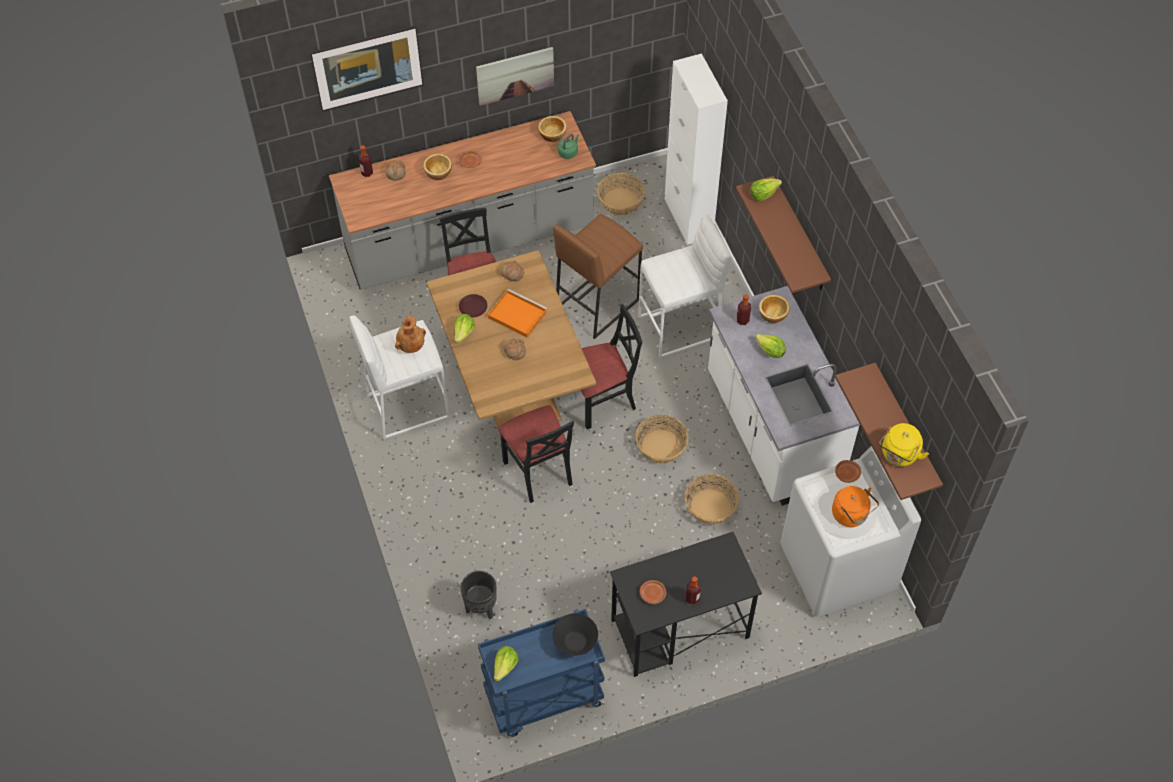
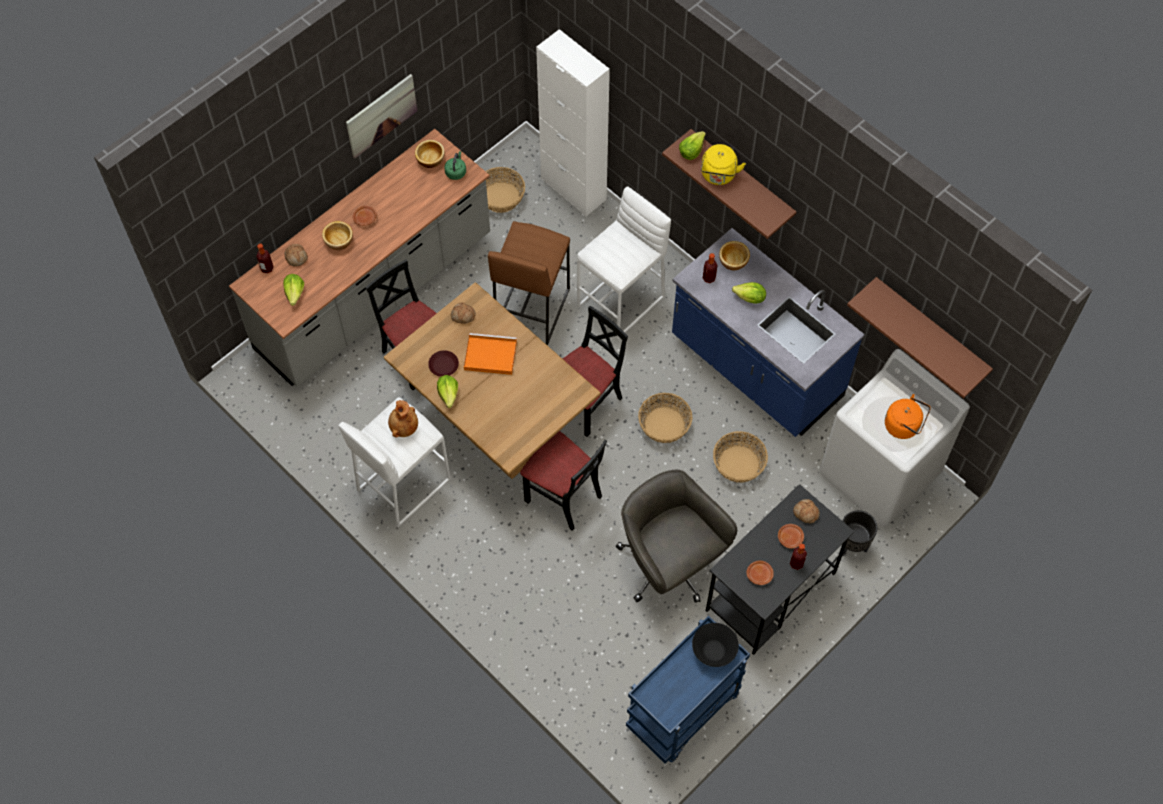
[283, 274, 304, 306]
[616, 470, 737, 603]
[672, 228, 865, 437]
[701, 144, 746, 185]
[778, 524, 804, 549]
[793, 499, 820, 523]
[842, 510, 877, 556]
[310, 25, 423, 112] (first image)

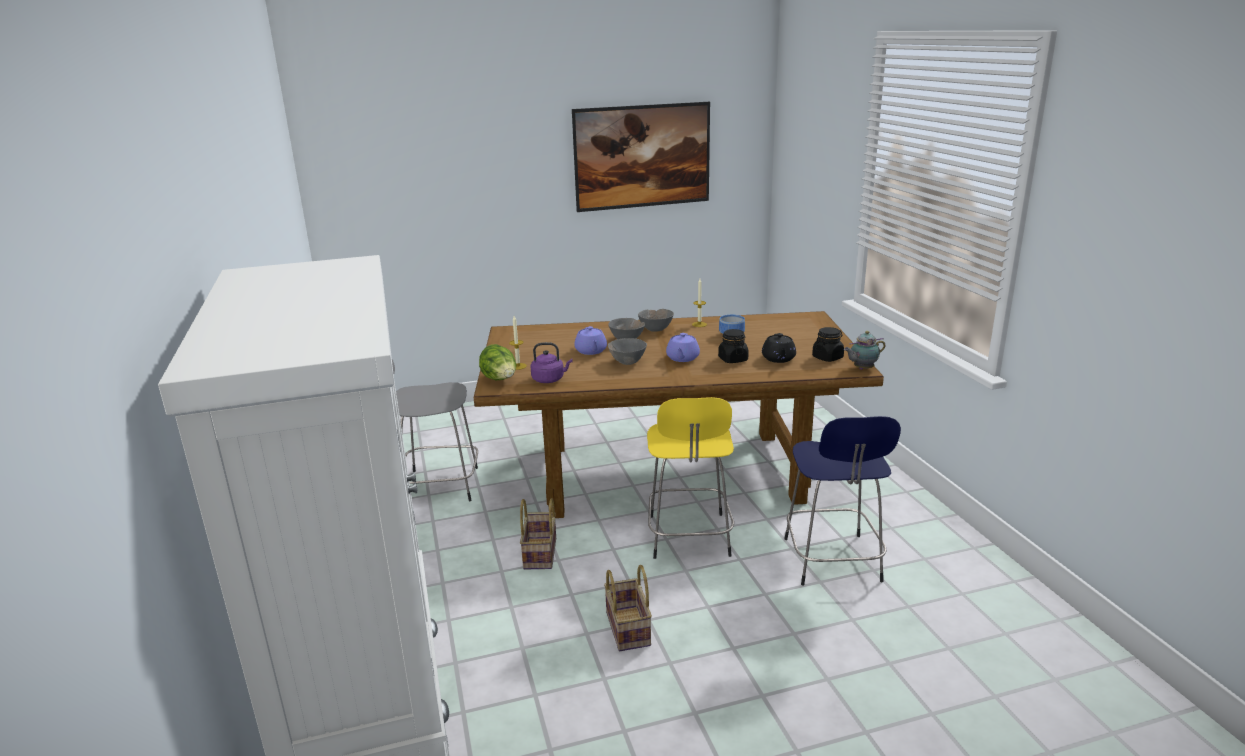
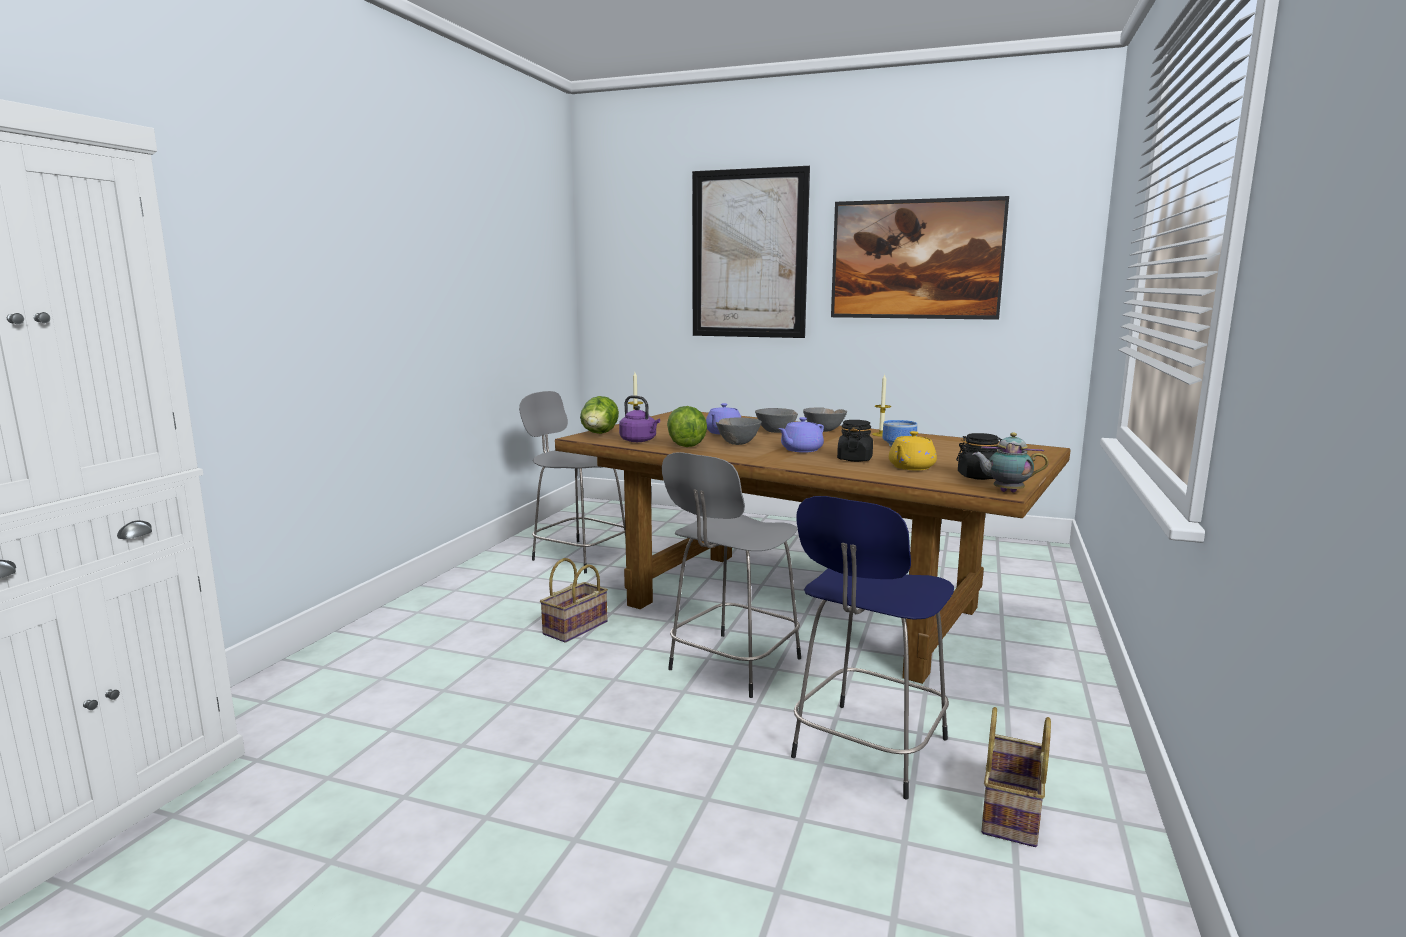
[662, 452, 801, 698]
[667, 406, 707, 447]
[692, 166, 810, 338]
[889, 431, 937, 470]
[981, 707, 1051, 847]

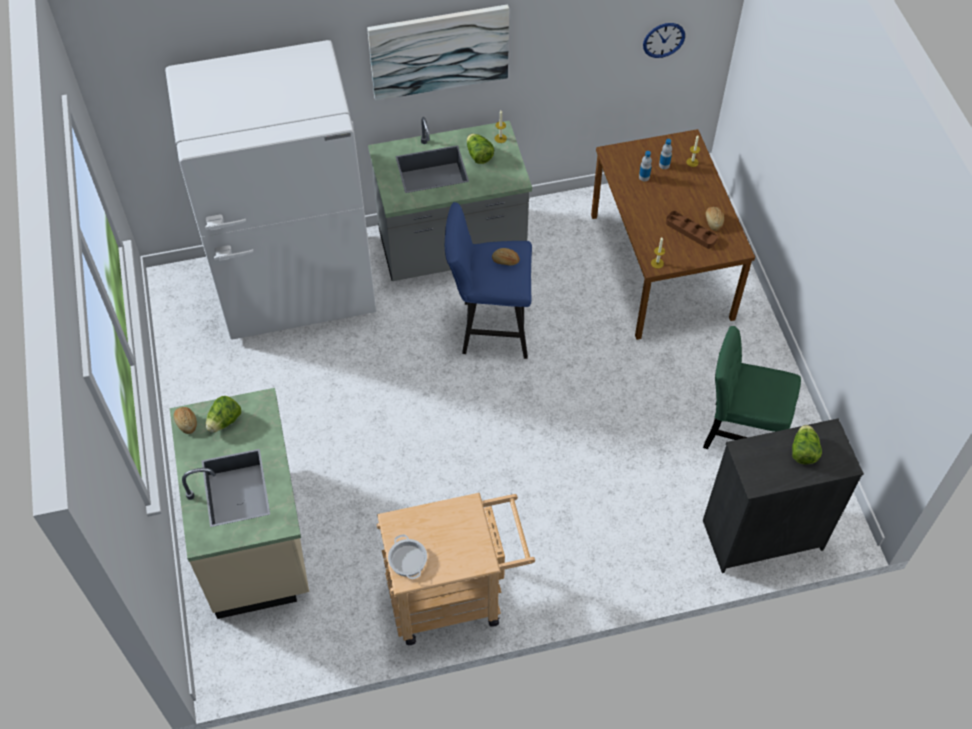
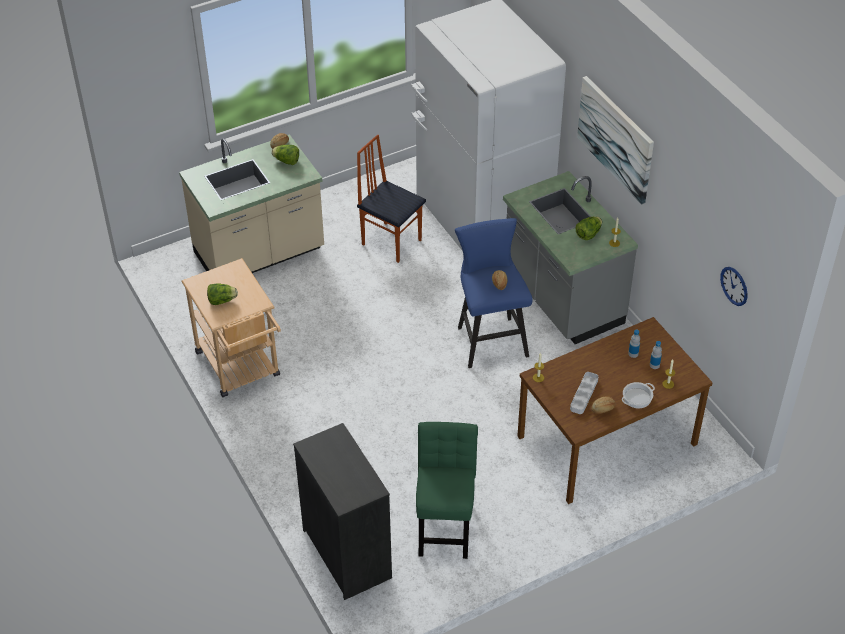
[207, 283, 238, 305]
[357, 135, 426, 263]
[570, 372, 598, 414]
[622, 382, 655, 408]

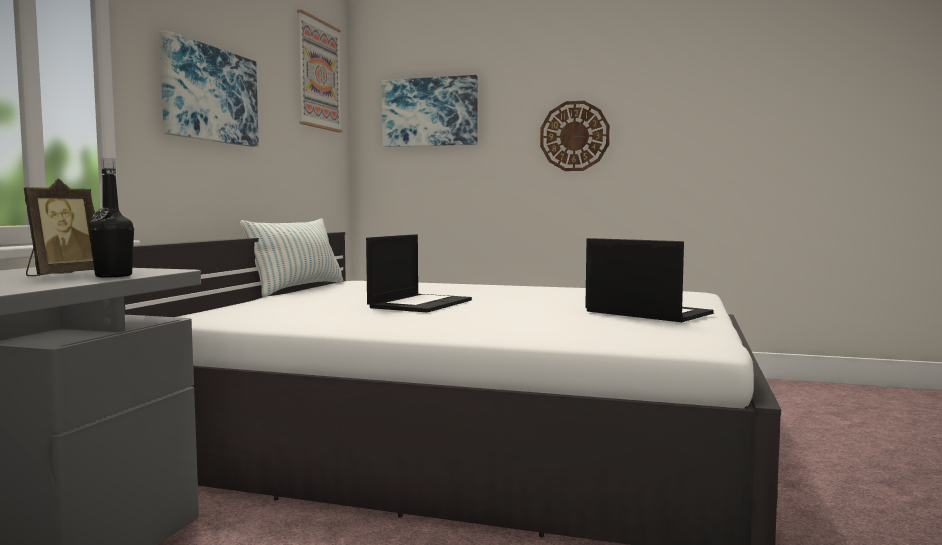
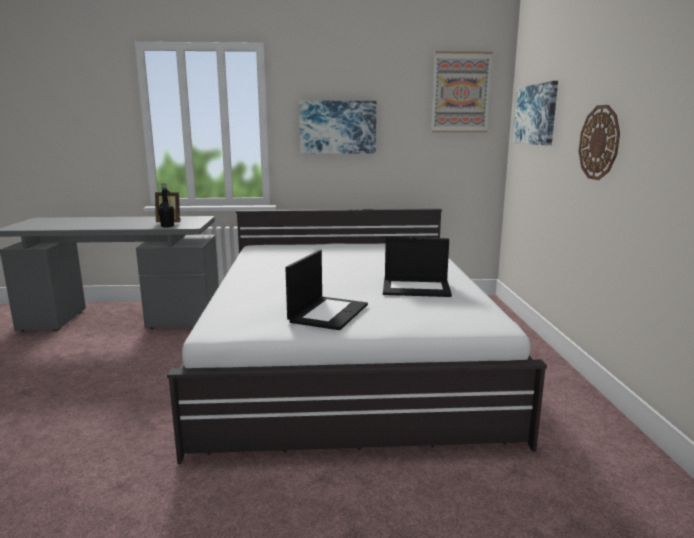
[383, 237, 452, 297]
[240, 218, 343, 297] (first image)

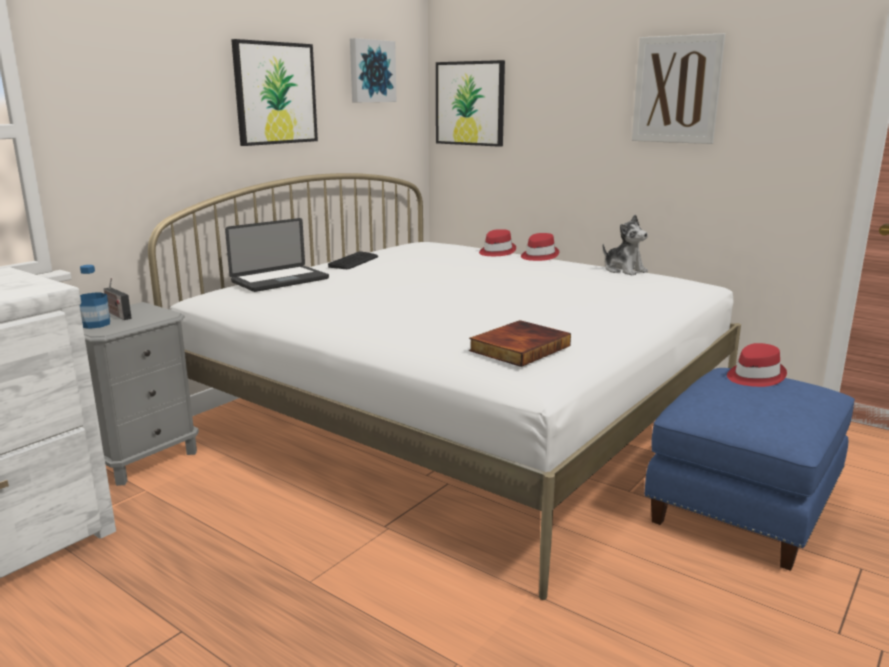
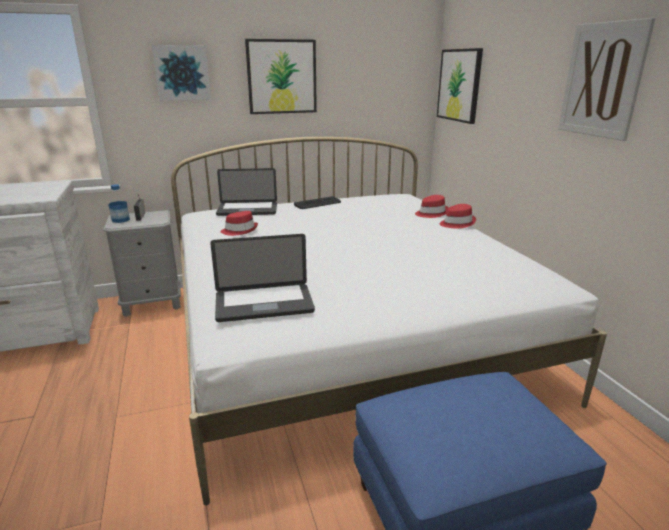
[152, 45, 211, 101]
[210, 234, 315, 322]
[220, 211, 258, 236]
[603, 214, 648, 276] (first image)

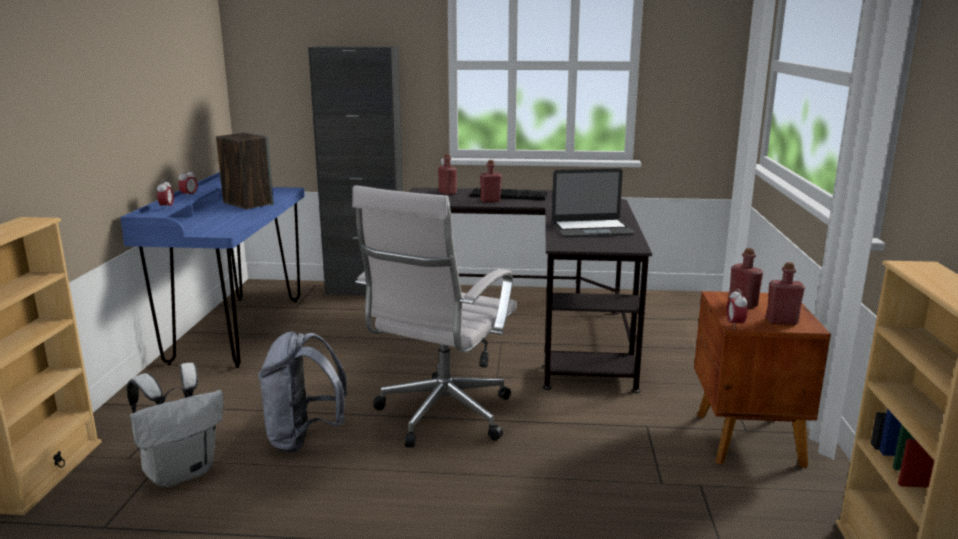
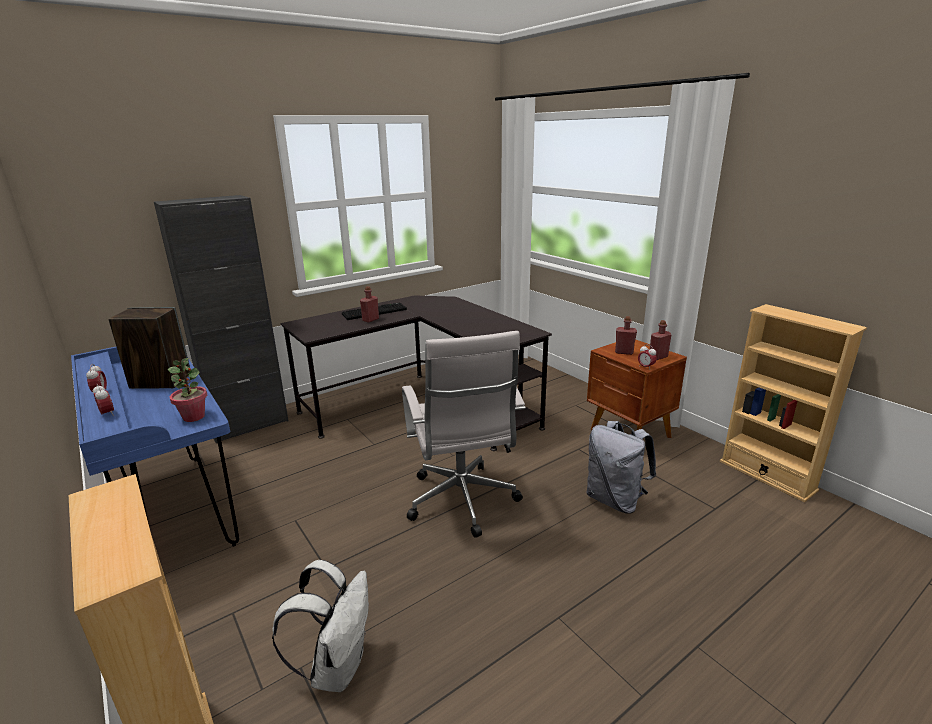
[168, 358, 207, 422]
[587, 421, 656, 514]
[438, 154, 457, 195] (first image)
[552, 168, 635, 237] (first image)

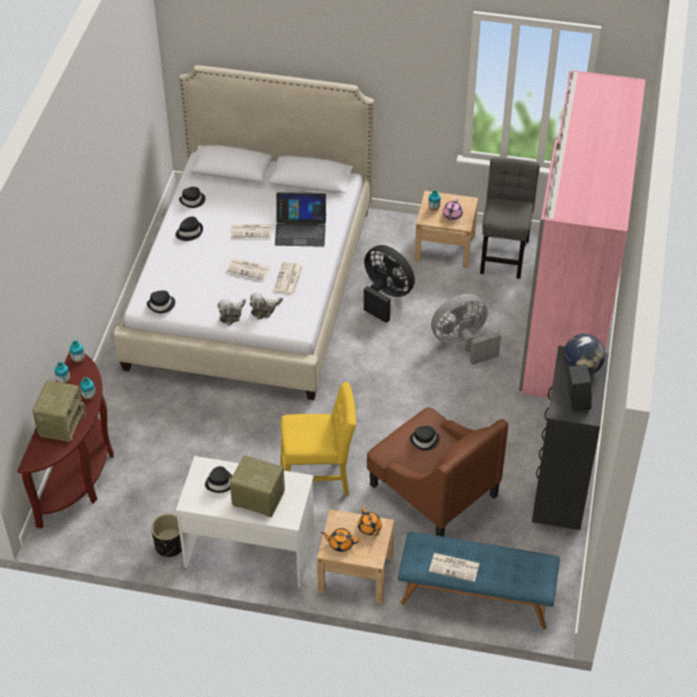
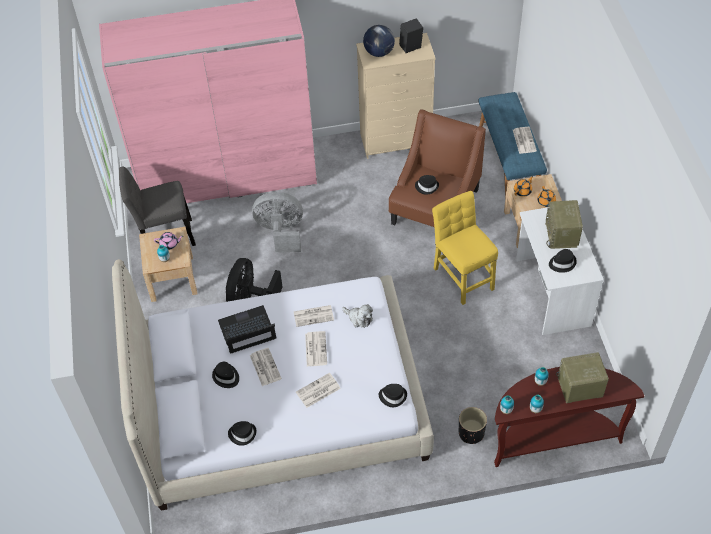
[212, 362, 239, 388]
[218, 305, 276, 354]
[252, 192, 303, 252]
[296, 373, 341, 408]
[356, 33, 436, 159]
[459, 407, 487, 444]
[217, 299, 246, 325] (first image)

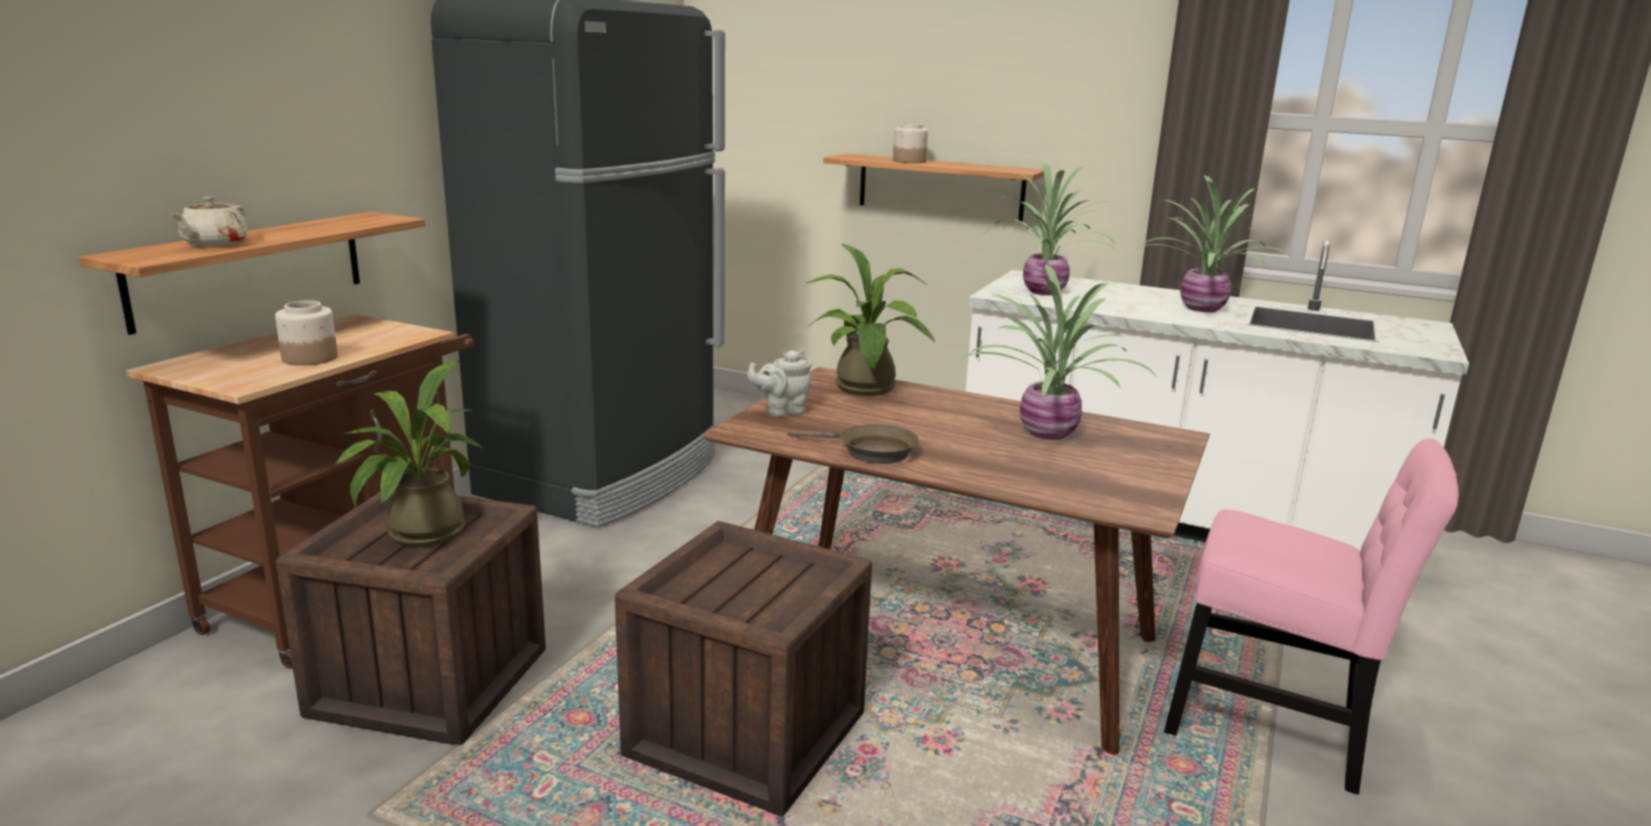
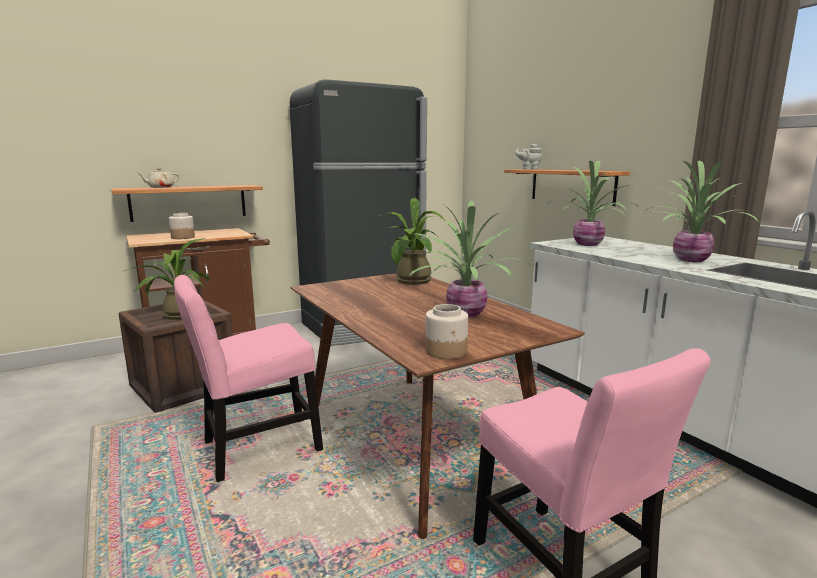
[174, 275, 323, 482]
[425, 304, 468, 359]
[515, 143, 542, 170]
[787, 424, 919, 464] (first image)

